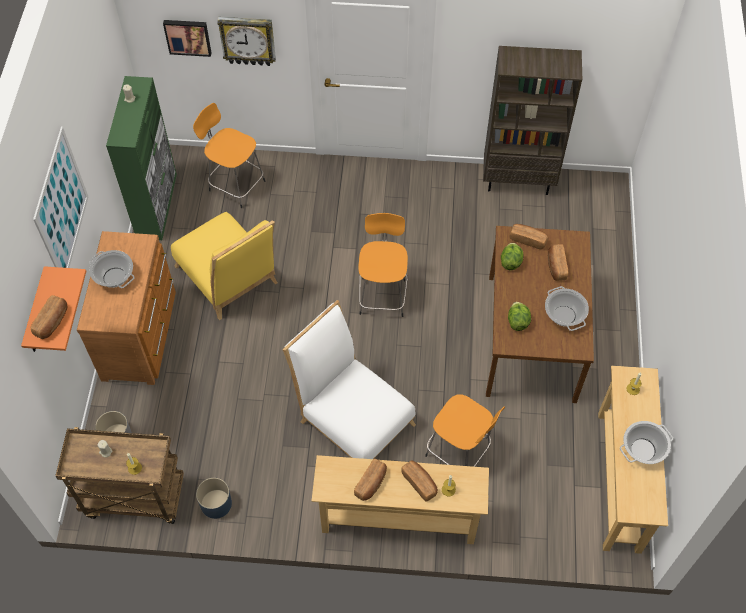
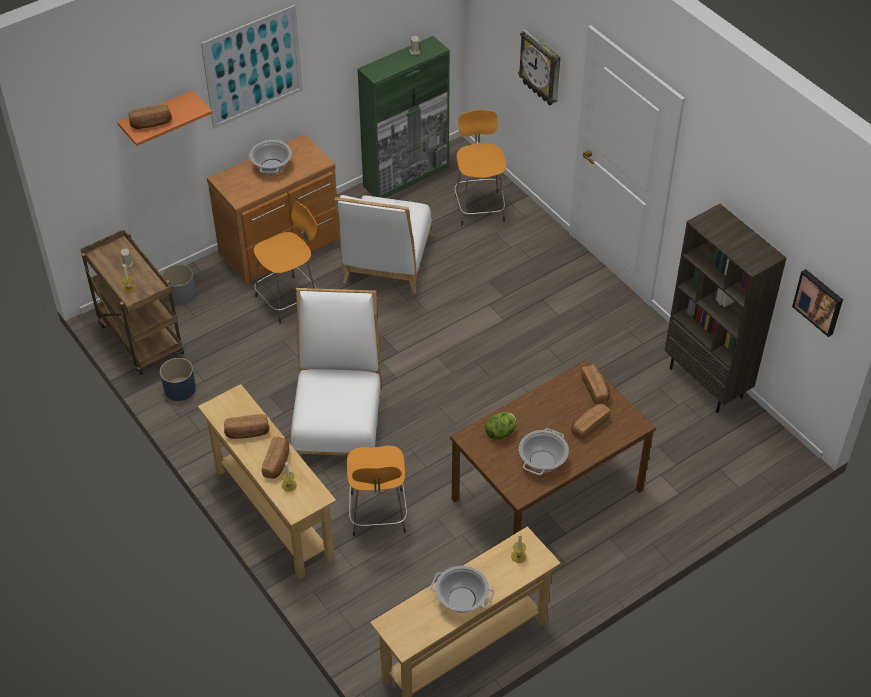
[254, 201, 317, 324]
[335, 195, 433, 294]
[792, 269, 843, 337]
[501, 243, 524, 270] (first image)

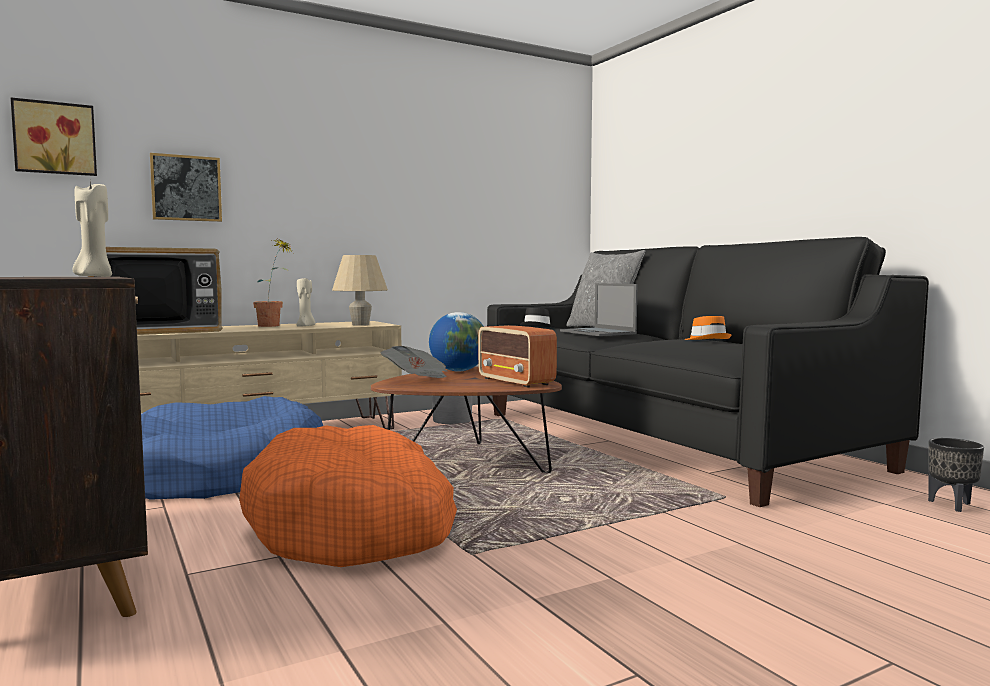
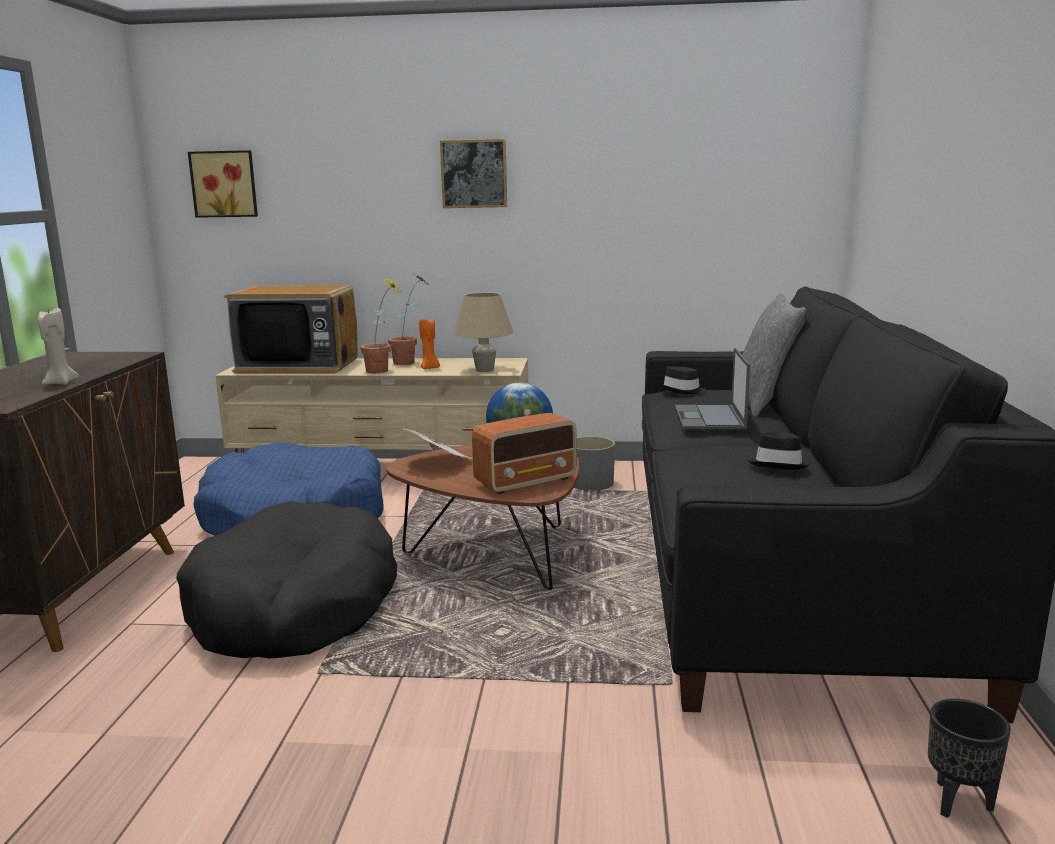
[176, 501, 397, 659]
[360, 278, 404, 373]
[419, 319, 440, 369]
[440, 139, 507, 208]
[472, 413, 577, 494]
[748, 432, 809, 470]

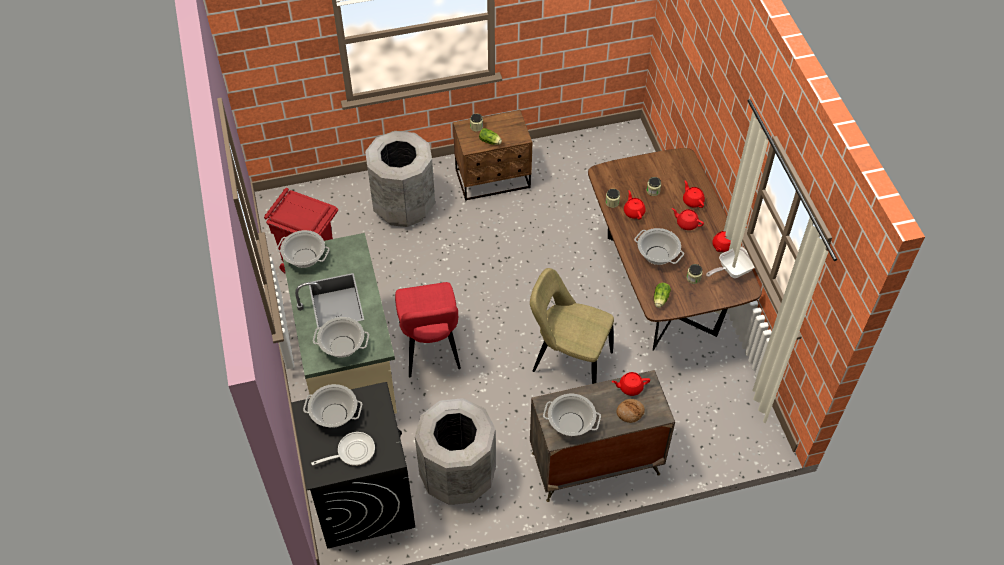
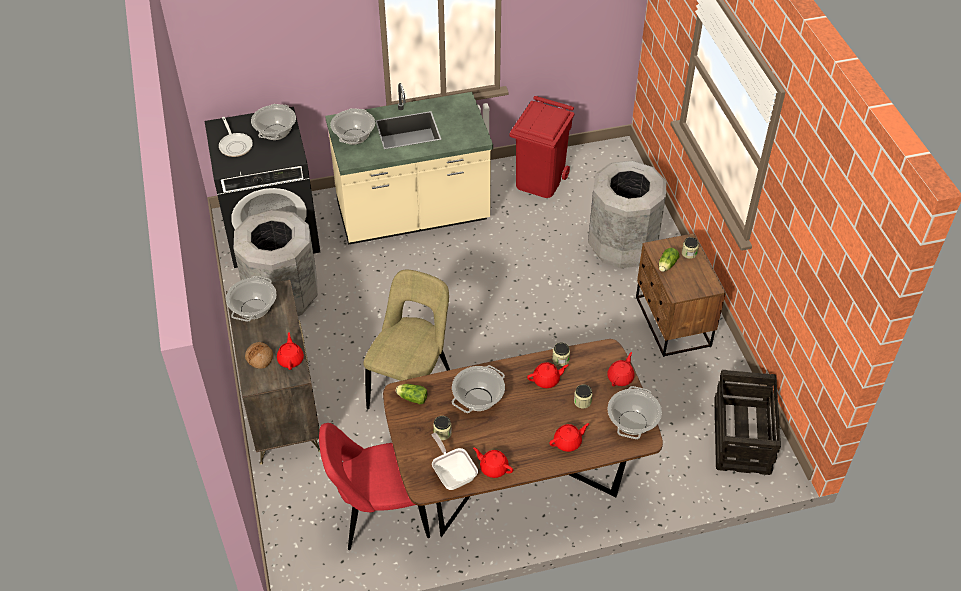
[319, 423, 430, 550]
[607, 352, 634, 386]
[607, 386, 662, 439]
[714, 370, 781, 475]

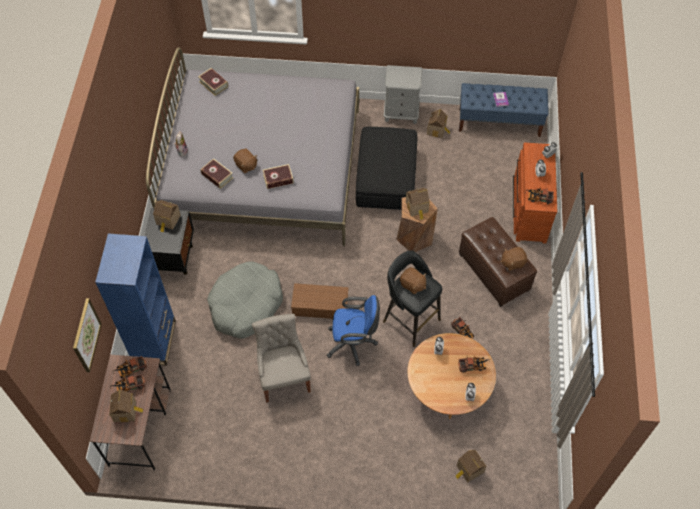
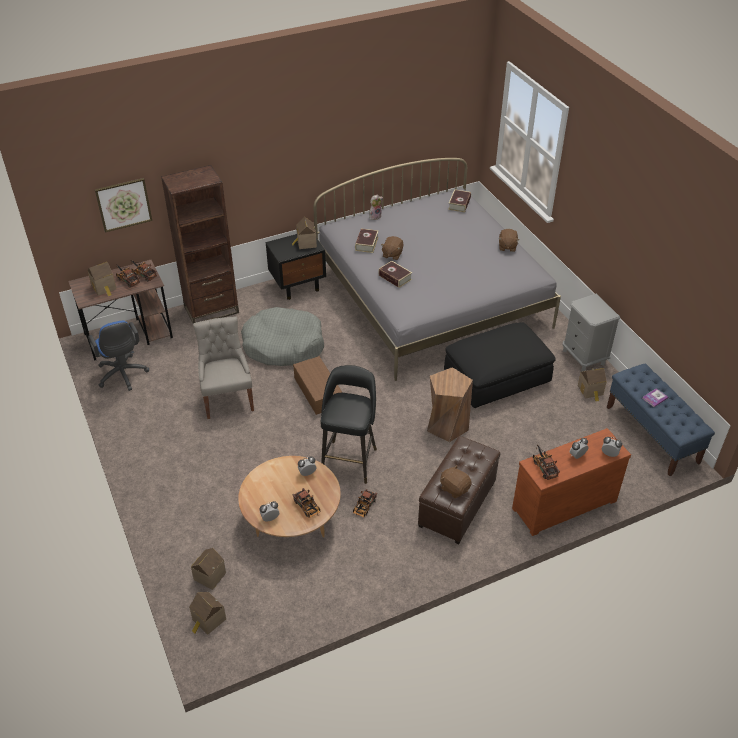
[88, 321, 149, 391]
[161, 165, 239, 324]
[189, 592, 226, 635]
[193, 317, 254, 419]
[499, 229, 519, 252]

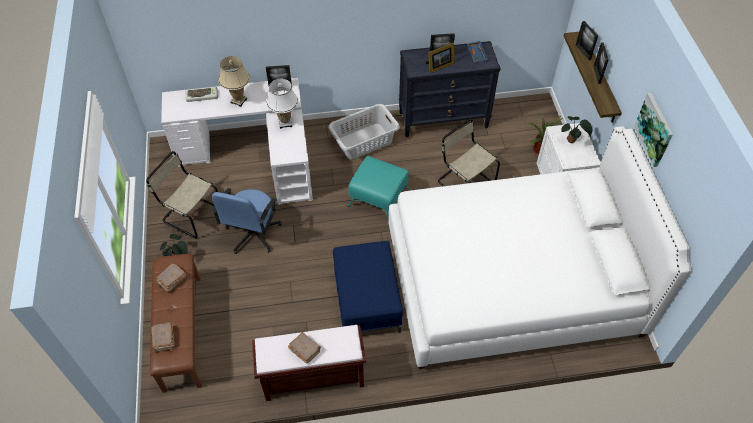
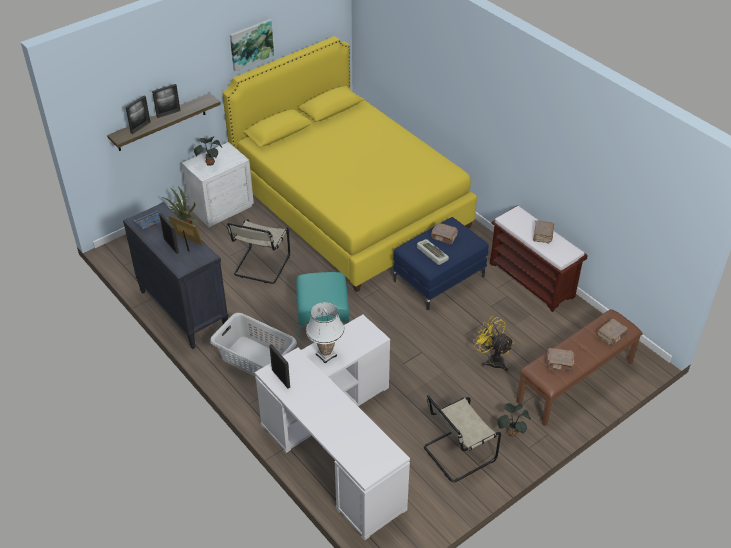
[222, 36, 477, 292]
[417, 239, 449, 265]
[424, 395, 501, 482]
[431, 223, 458, 245]
[473, 316, 514, 372]
[212, 188, 282, 254] (first image)
[218, 56, 250, 107] (first image)

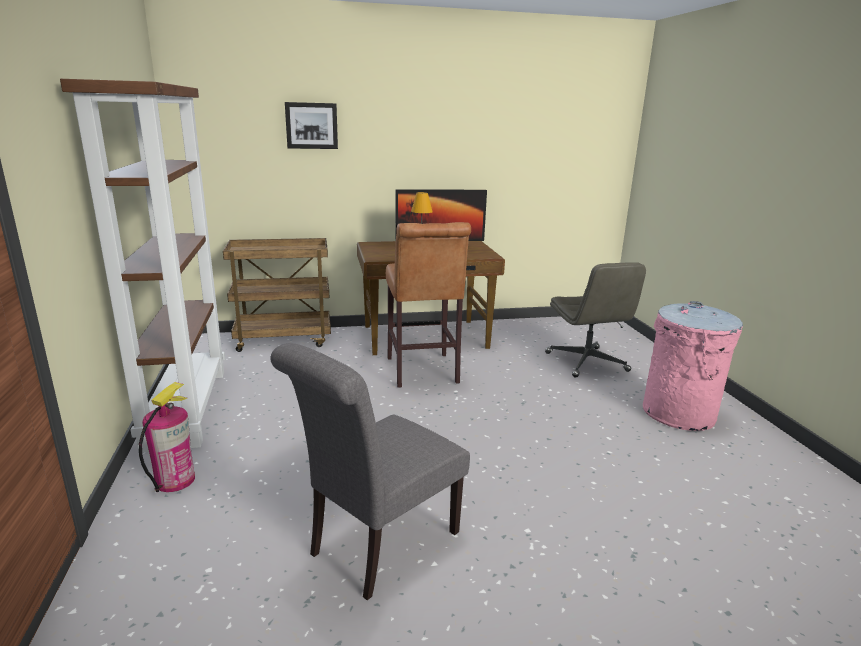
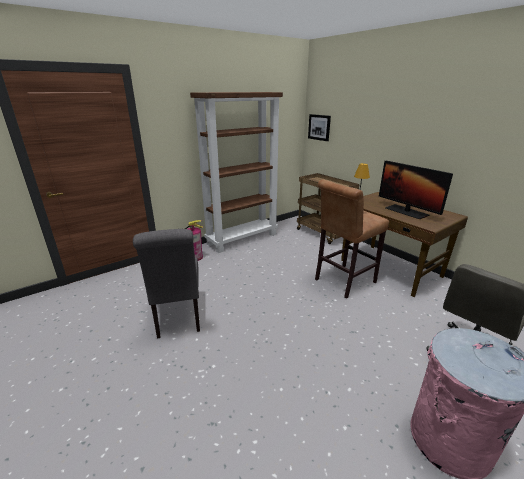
[133, 229, 200, 338]
[308, 114, 331, 141]

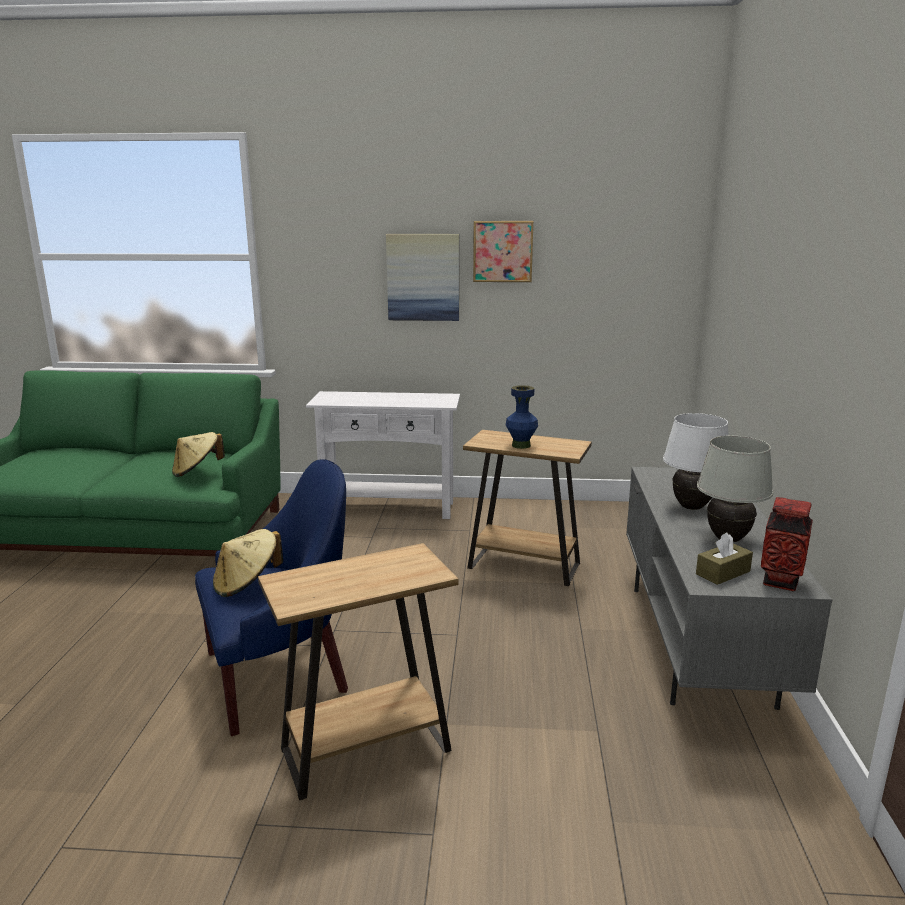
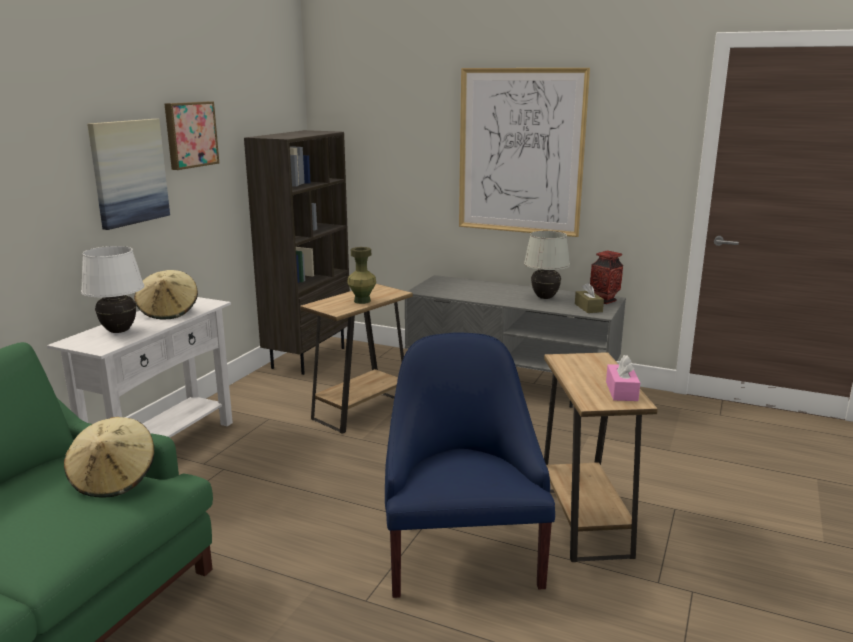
[81, 246, 144, 333]
[134, 270, 198, 320]
[244, 130, 350, 375]
[347, 247, 376, 304]
[459, 68, 590, 237]
[606, 355, 640, 401]

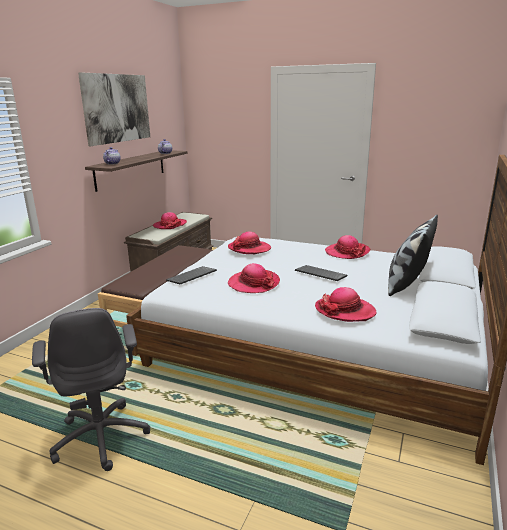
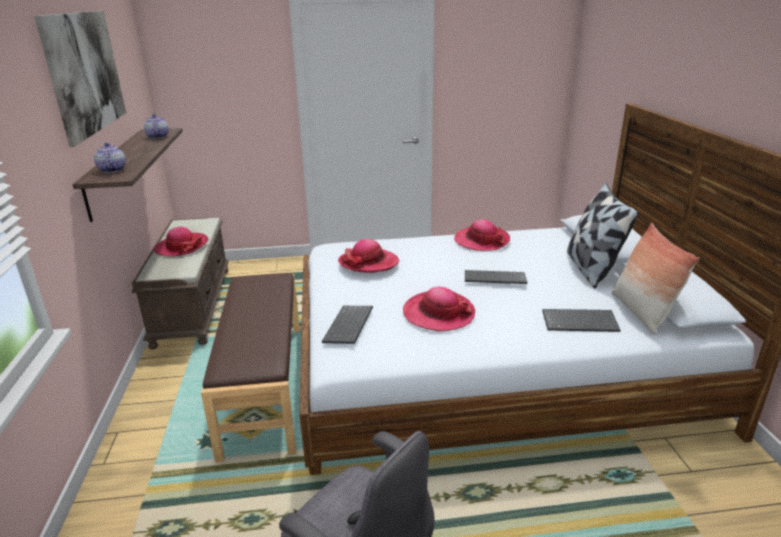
[542, 309, 620, 332]
[612, 223, 700, 335]

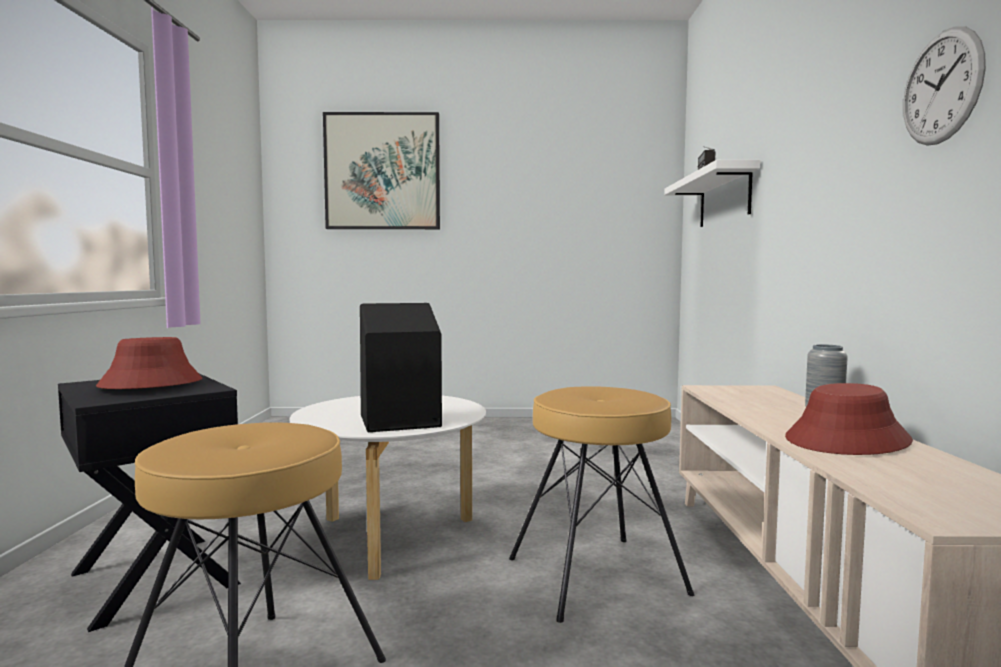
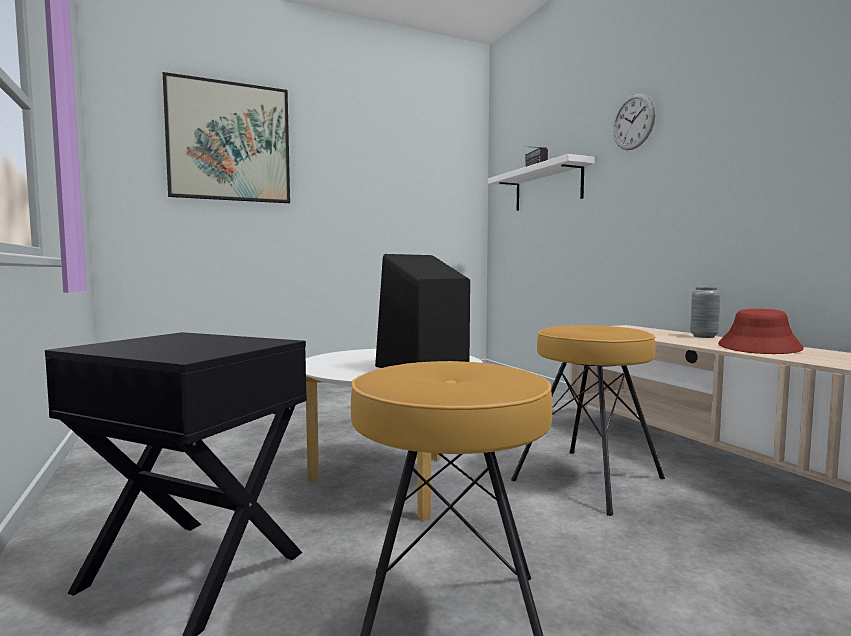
[613, 93, 656, 150]
[96, 337, 202, 389] (first image)

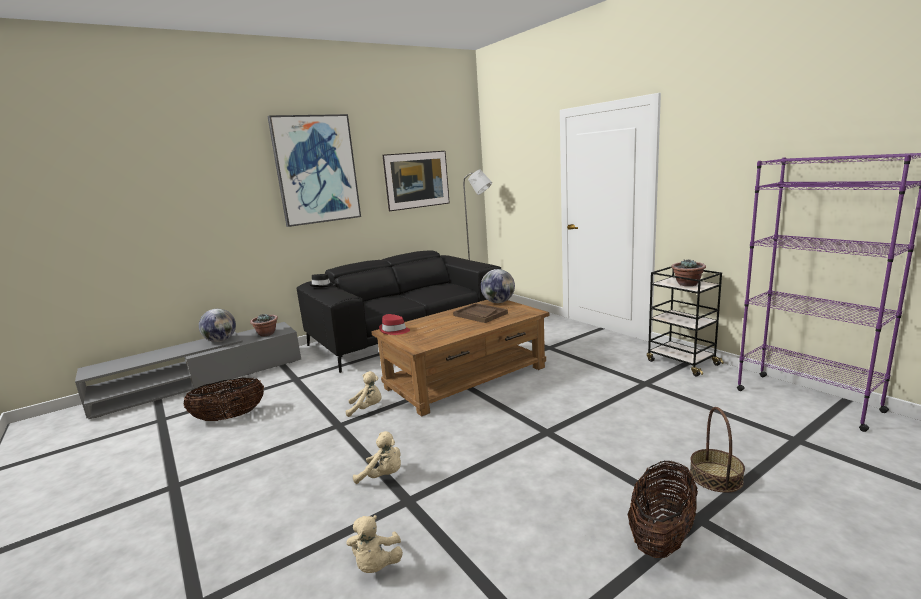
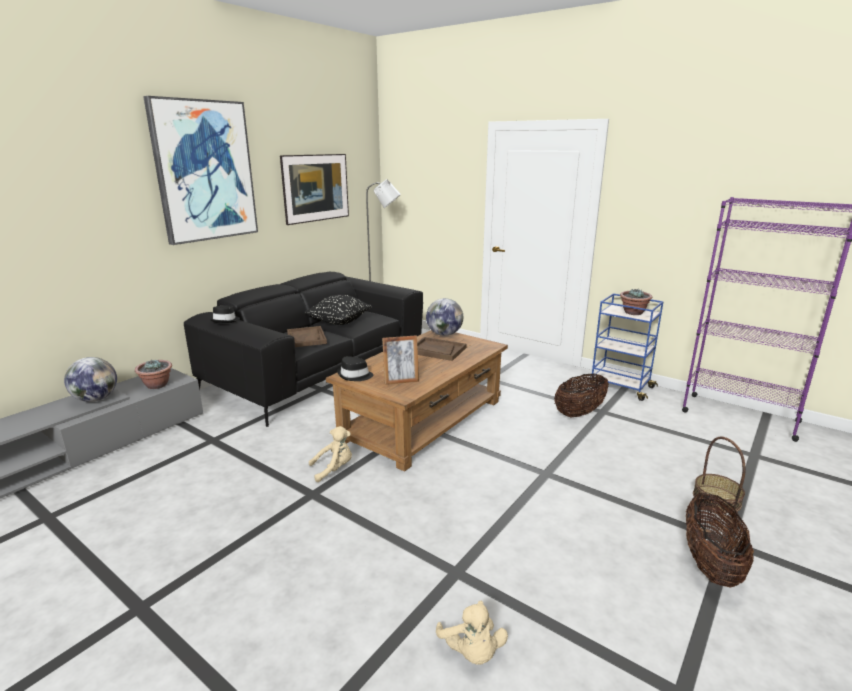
[287, 326, 327, 347]
[305, 295, 372, 325]
[337, 356, 373, 381]
[382, 335, 419, 385]
[554, 374, 609, 417]
[589, 293, 664, 401]
[353, 431, 401, 484] (first image)

